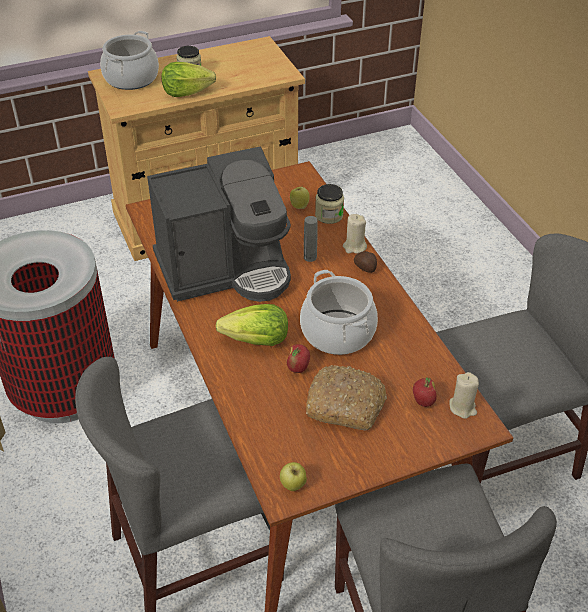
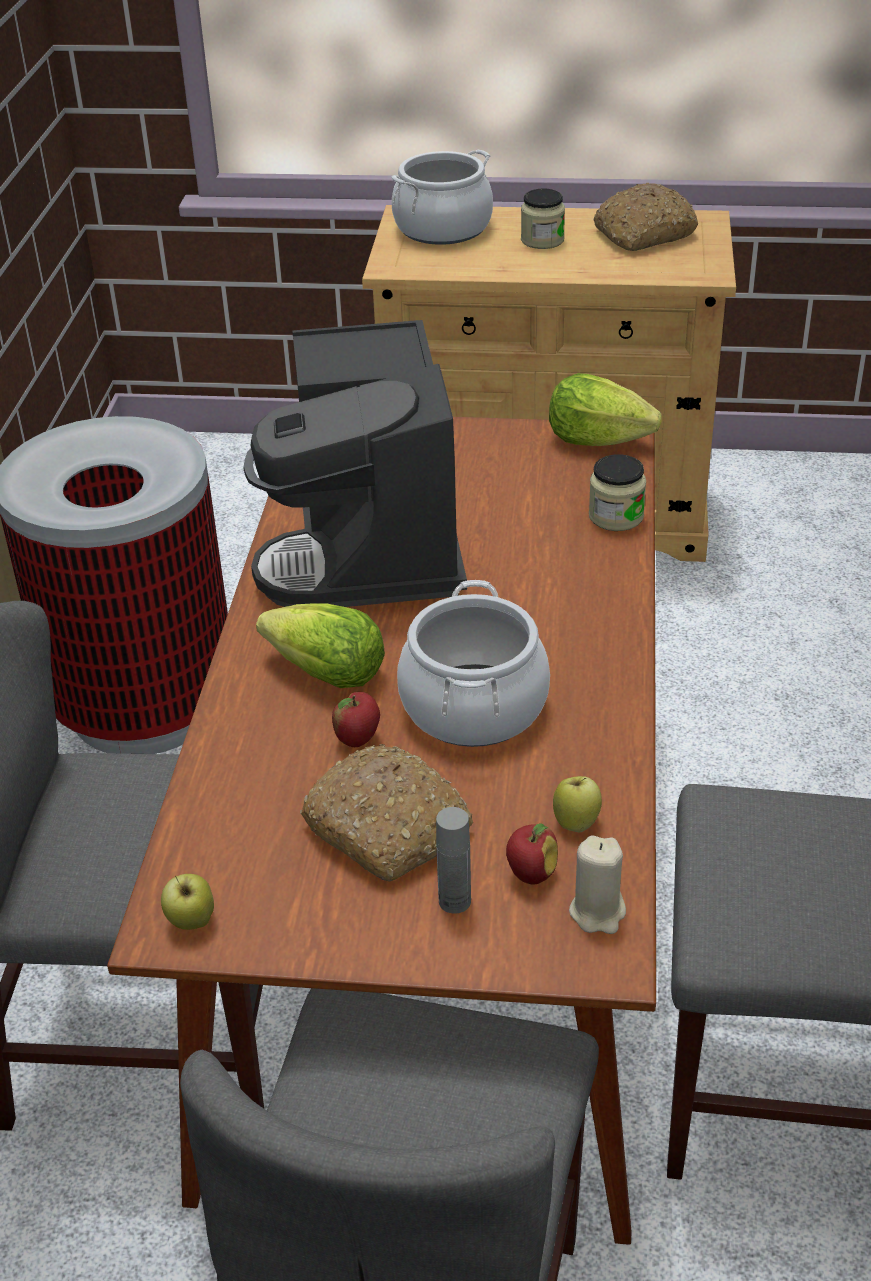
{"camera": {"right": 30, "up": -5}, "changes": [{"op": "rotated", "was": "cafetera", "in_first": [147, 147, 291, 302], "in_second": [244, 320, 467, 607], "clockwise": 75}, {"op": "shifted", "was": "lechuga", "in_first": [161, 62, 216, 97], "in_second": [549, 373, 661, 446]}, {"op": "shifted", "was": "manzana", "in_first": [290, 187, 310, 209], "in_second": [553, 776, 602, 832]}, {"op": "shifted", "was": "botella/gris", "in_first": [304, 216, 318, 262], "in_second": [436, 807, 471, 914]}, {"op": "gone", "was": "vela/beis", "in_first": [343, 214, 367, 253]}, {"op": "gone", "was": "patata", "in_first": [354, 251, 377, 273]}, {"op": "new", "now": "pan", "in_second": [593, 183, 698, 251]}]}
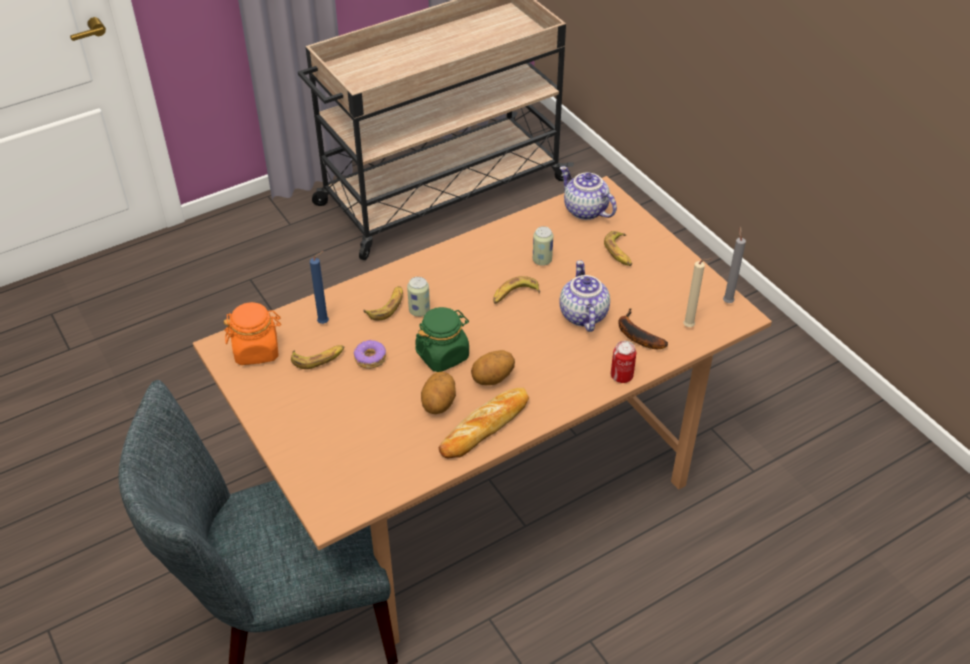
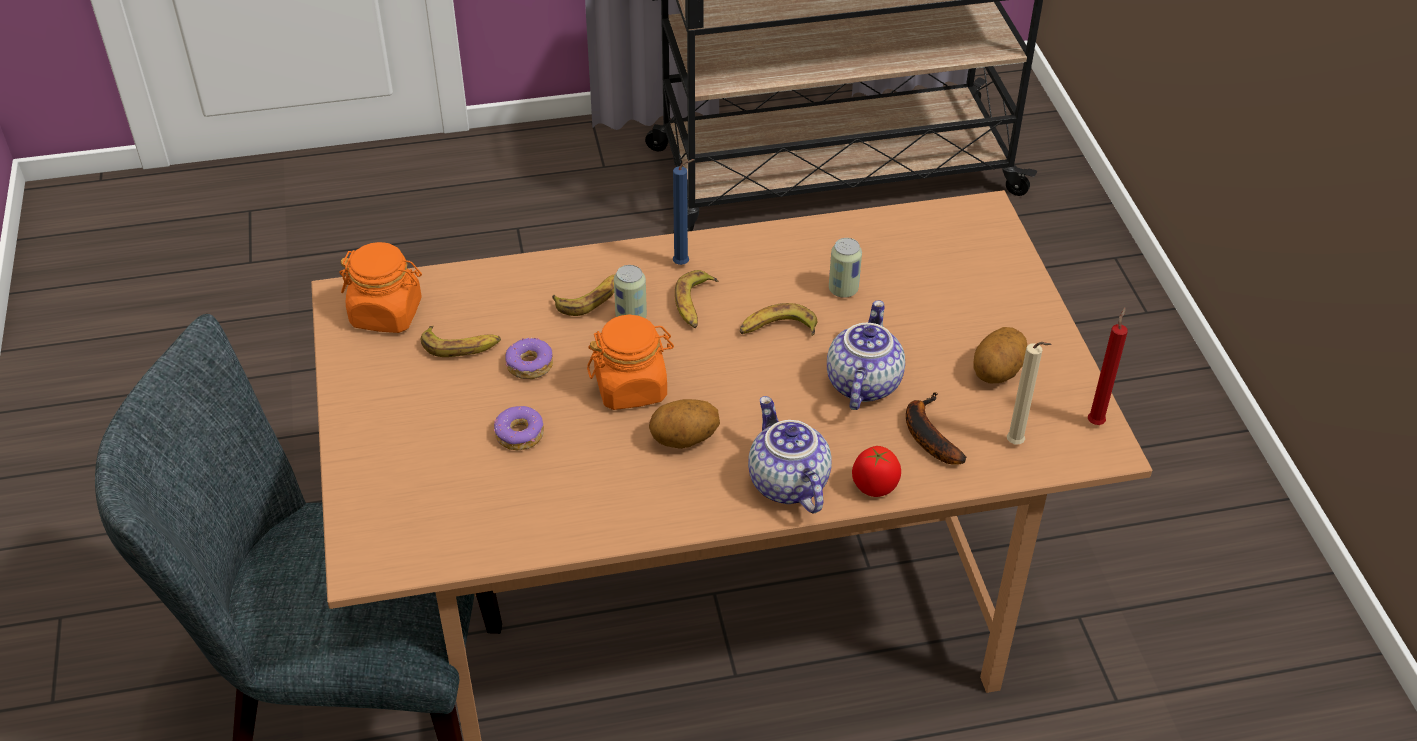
{"camera": {"right": 20, "up": 0}, "changes": [{"op": "shifted", "was": "vela/azul", "in_first": [310, 251, 329, 324], "in_second": [673, 159, 695, 265]}, {"op": "repainted", "was": "tarro/verde", "now": "tarro/naranja", "in_first": [415, 307, 469, 372], "in_second": [587, 315, 674, 410]}, {"op": "shifted", "was": "patata", "in_first": [421, 371, 456, 414], "in_second": [973, 327, 1027, 383]}, {"op": "gone", "was": "pan", "in_first": [439, 388, 529, 458]}, {"op": "shifted", "was": "tetera", "in_first": [560, 166, 617, 220], "in_second": [748, 396, 832, 514]}, {"op": "shifted", "was": "plátano", "in_first": [604, 231, 632, 266], "in_second": [675, 270, 718, 328]}, {"op": "swapped", "was": "lata", "now": "tomate", "in_first": [611, 341, 636, 383], "in_second": [852, 446, 901, 497]}, {"op": "repainted", "was": "vela/gris", "now": "vela/rojo", "in_first": [723, 227, 746, 303], "in_second": [1088, 307, 1128, 425]}, {"op": "new", "now": "rosquilla", "in_second": [494, 406, 544, 451]}]}
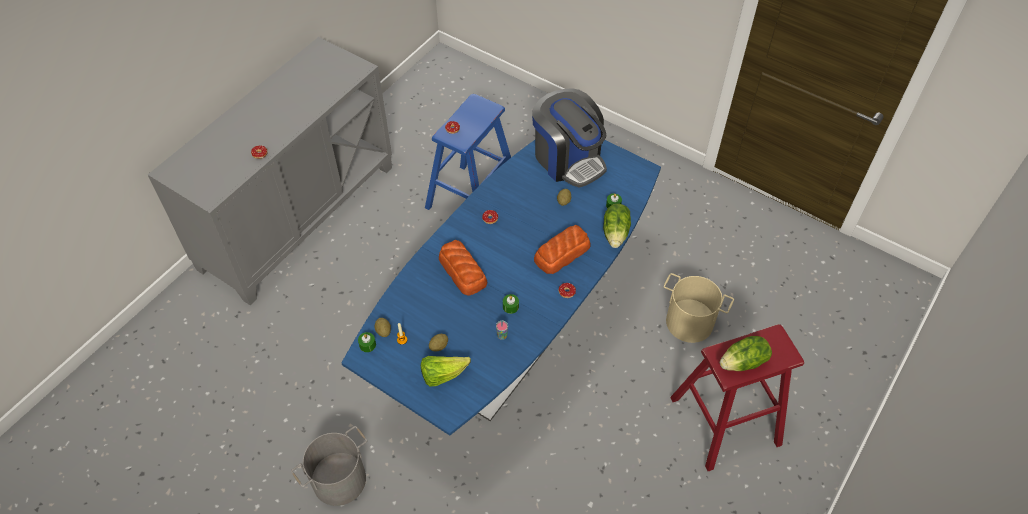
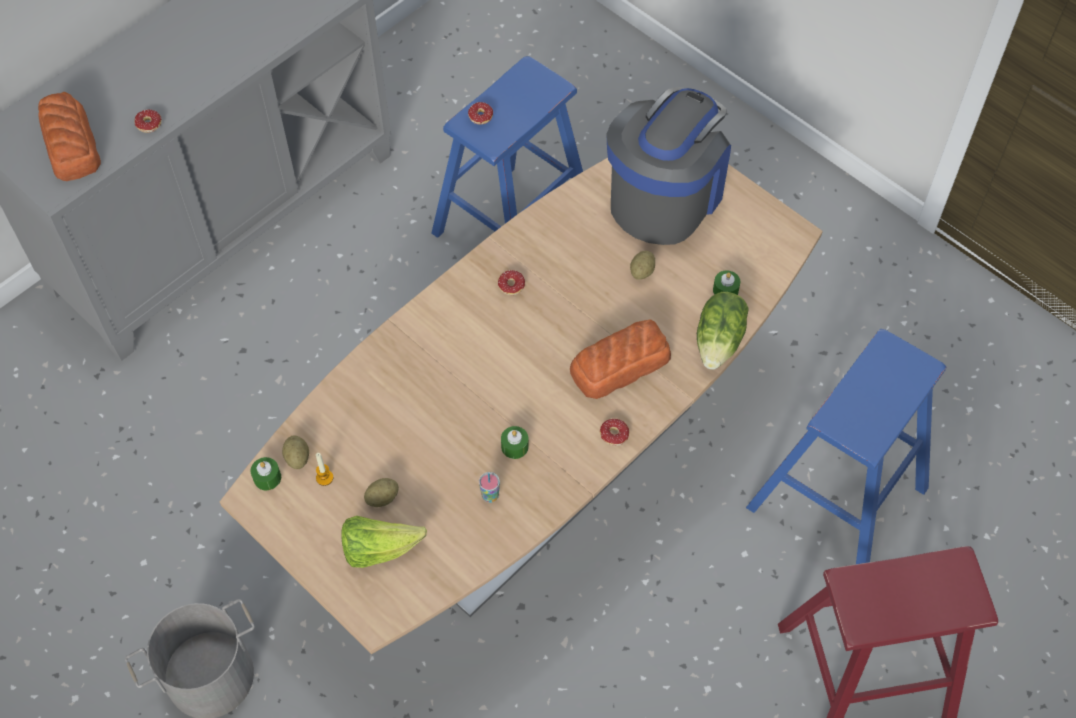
{"camera": {"right": 10, "up": 5}, "changes": [{"op": "repainted", "was": "mesa de comedor/azul", "now": "mesa de comedor/marrón", "in_first": [341, 140, 661, 435], "in_second": [220, 158, 823, 654]}, {"op": "shifted", "was": "pan", "in_first": [439, 240, 487, 296], "in_second": [38, 92, 101, 181]}, {"op": "rotated", "was": "cafetera", "in_first": [532, 88, 607, 188], "in_second": [606, 87, 731, 245], "clockwise": -120}, {"op": "swapped", "was": "cubo/beis", "now": "taburete/azul", "in_first": [664, 273, 734, 343], "in_second": [746, 329, 947, 564]}, {"op": "gone", "was": "lechuga", "in_first": [720, 336, 772, 371]}]}
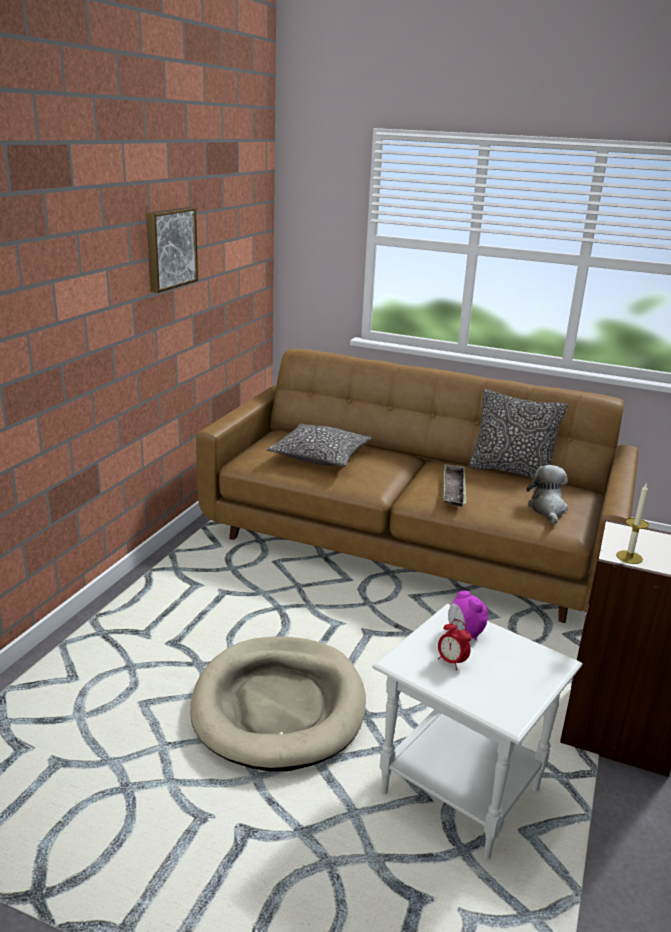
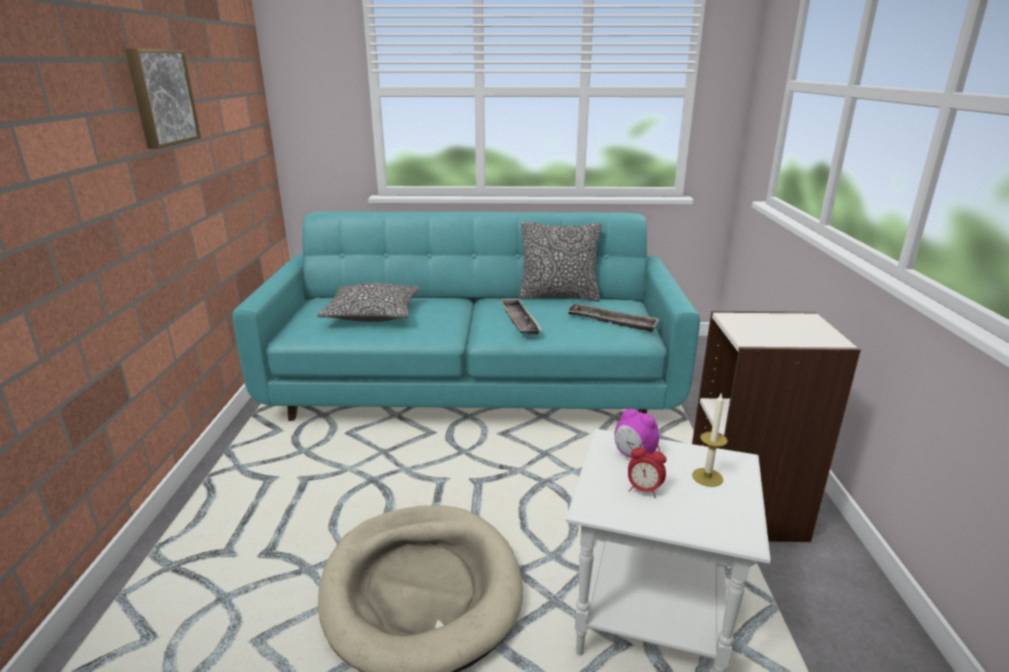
{"camera": {"right": -20, "up": 0}, "changes": [{"op": "repainted", "was": "sofá/marrón", "now": "sofá/turquesa", "in_first": [196, 348, 639, 623], "in_second": [232, 211, 700, 421]}, {"op": "swapped", "was": "peluche", "now": "bandeja", "in_first": [527, 465, 568, 524], "in_second": [566, 303, 660, 333]}, {"op": "shifted", "was": "vela", "in_first": [616, 484, 649, 564], "in_second": [692, 392, 728, 487]}]}
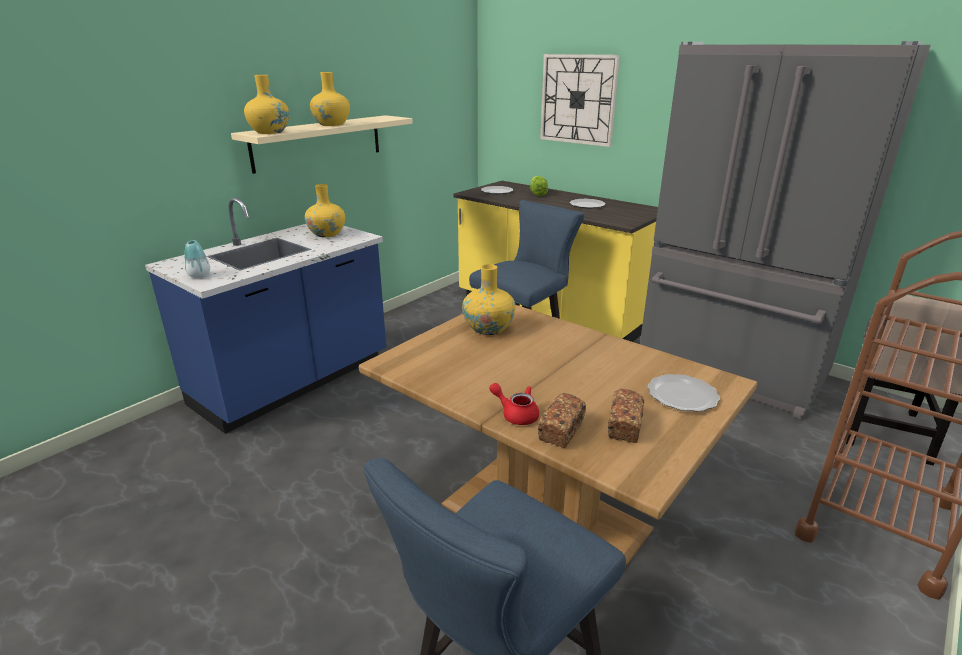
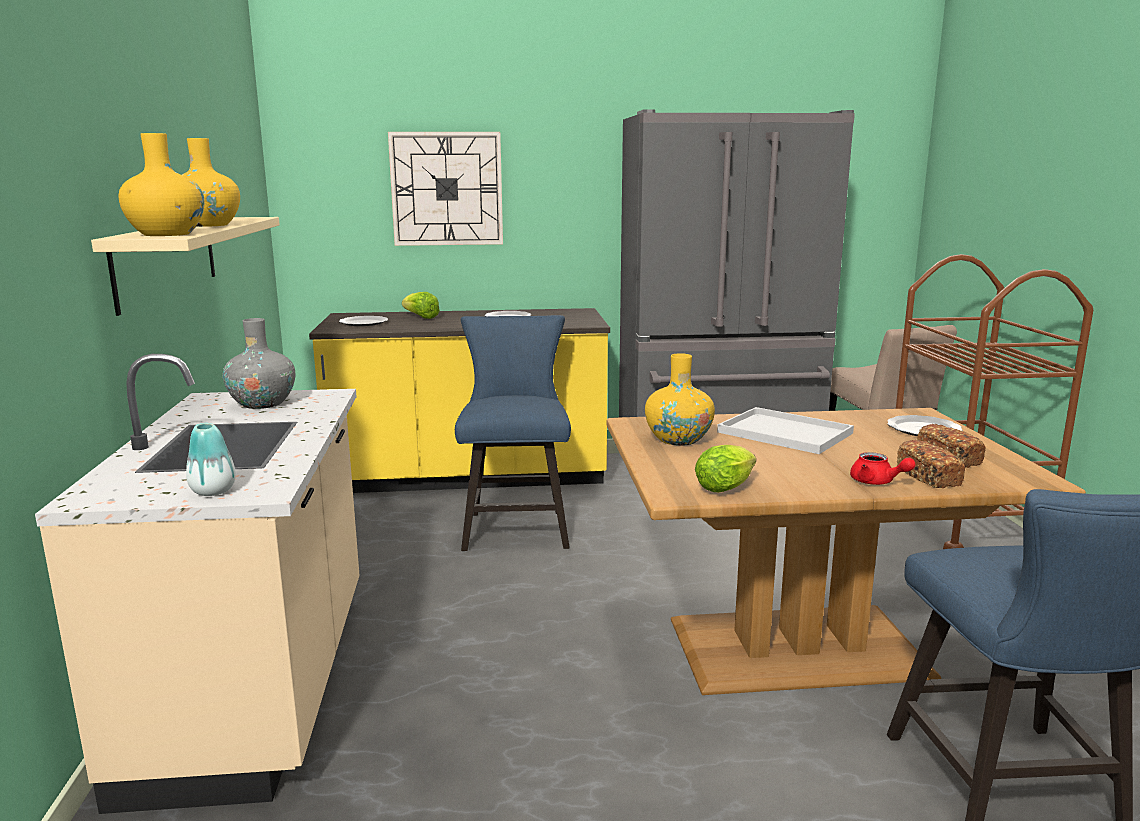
{"camera": {"right": -45, "up": -10}, "changes": [{"op": "repainted", "was": "mueble bajo de cocina/azul", "now": "mueble bajo de cocina/beis", "in_first": [145, 198, 386, 434], "in_second": [35, 354, 359, 814]}, {"op": "repainted", "was": "florero/amarillo", "now": "florero/gris", "in_first": [305, 184, 345, 237], "in_second": [223, 318, 295, 409]}, {"op": "rotated", "was": "tetera/rojo", "in_first": [489, 383, 539, 425], "in_second": [850, 452, 916, 485], "clockwise": -120}, {"op": "new", "now": "lechuga", "in_second": [695, 445, 756, 492]}, {"op": "new", "now": "bandeja/blanco", "in_second": [717, 407, 854, 454]}]}
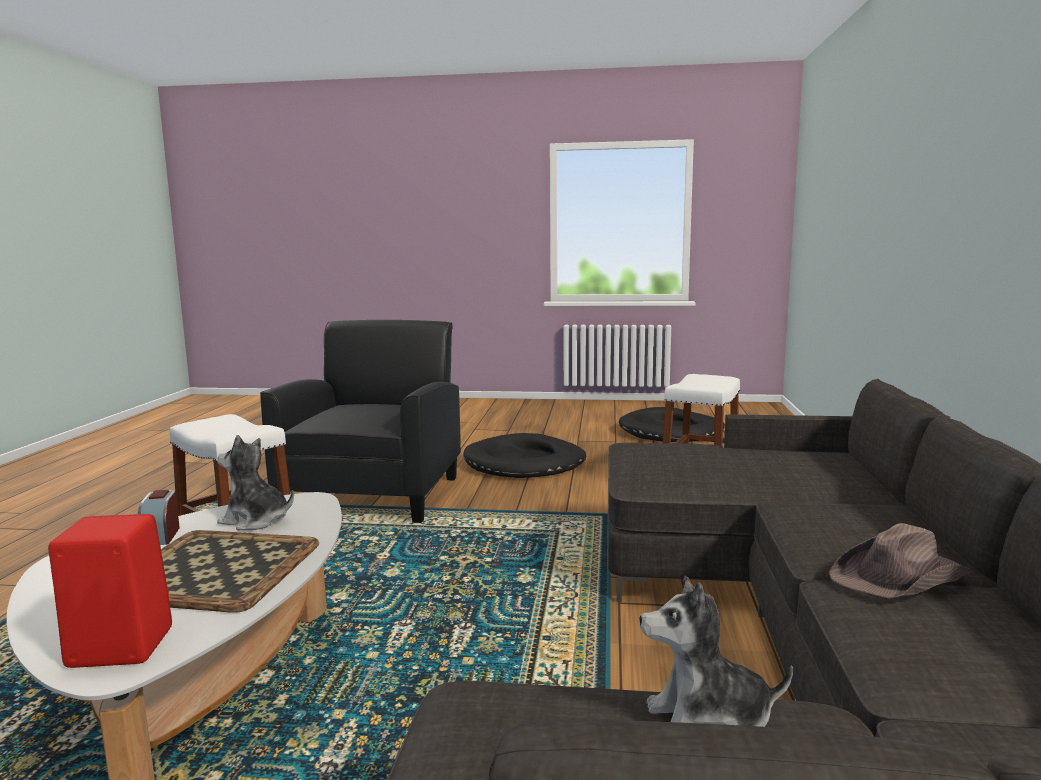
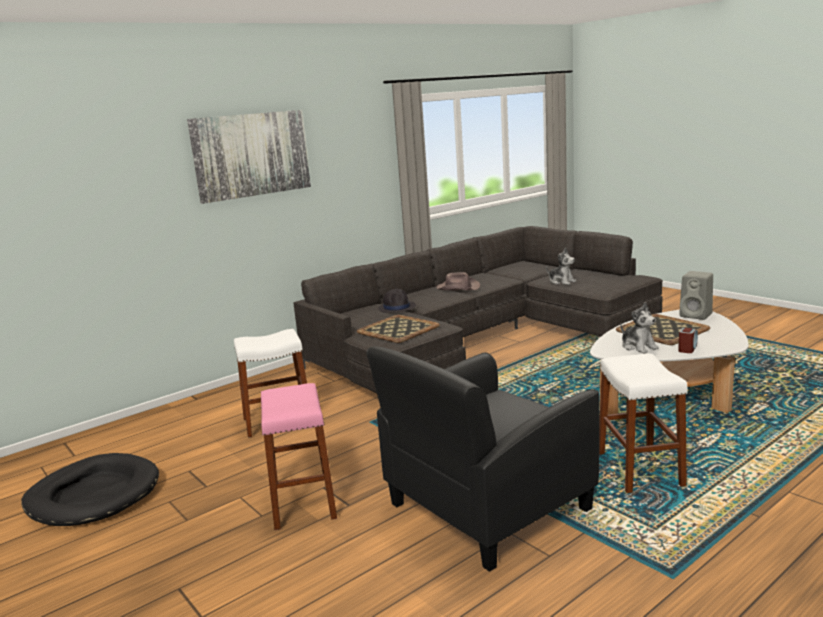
{"camera": {"right": -135, "up": 5}, "changes": [{"op": "repainted", "was": "altavoz/rojo", "now": "altavoz/gris", "in_first": [48, 514, 172, 668], "in_second": [679, 271, 713, 320]}, {"op": "swapped", "was": "cama para perro/negro", "now": "taburete/rosa", "in_first": [464, 433, 586, 478], "in_second": [261, 383, 337, 530]}, {"op": "new", "now": "cuadro", "in_second": [187, 110, 311, 204]}, {"op": "new", "now": "bandeja", "in_second": [357, 315, 440, 343]}, {"op": "new", "now": "sombrero/negro", "in_second": [378, 289, 416, 313]}]}
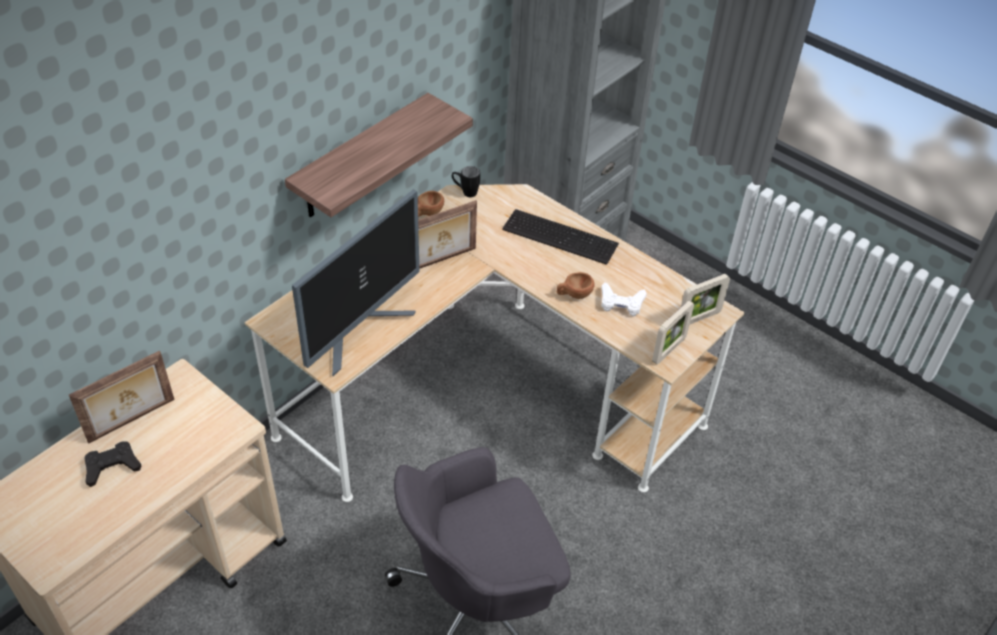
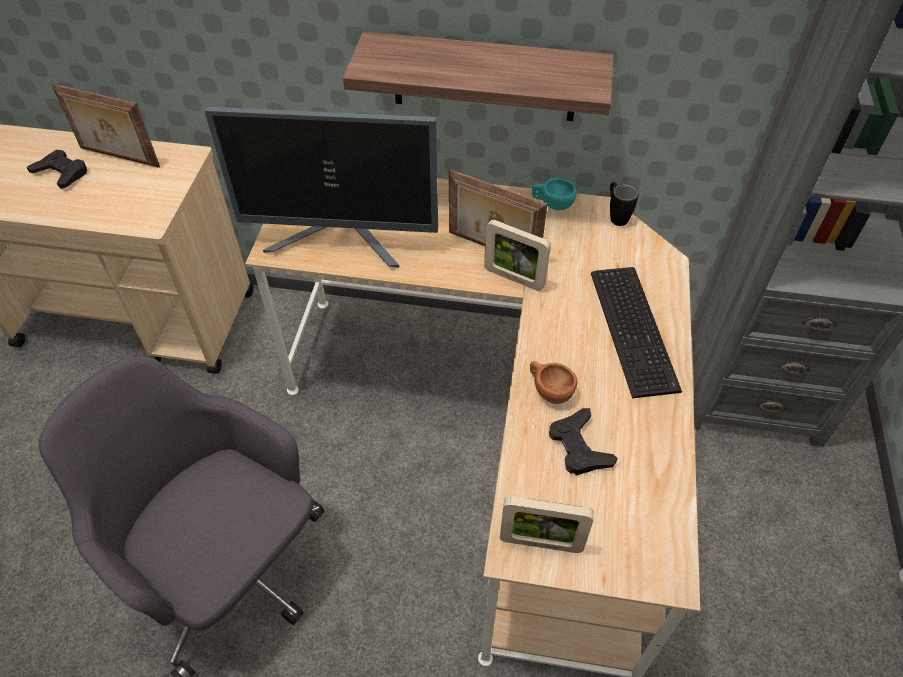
{"camera": {"right": 60, "up": 5}, "changes": [{"op": "repainted", "was": "taza/marrón", "now": "taza/turquesa", "in_first": [418, 191, 444, 217], "in_second": [532, 178, 577, 210]}, {"op": "repainted", "was": "mando de consola/blanco", "now": "mando de consola/negro", "in_first": [601, 282, 647, 316], "in_second": [549, 408, 618, 475]}, {"op": "shifted", "was": "portarretratos", "in_first": [681, 274, 730, 324], "in_second": [484, 220, 551, 291]}]}
